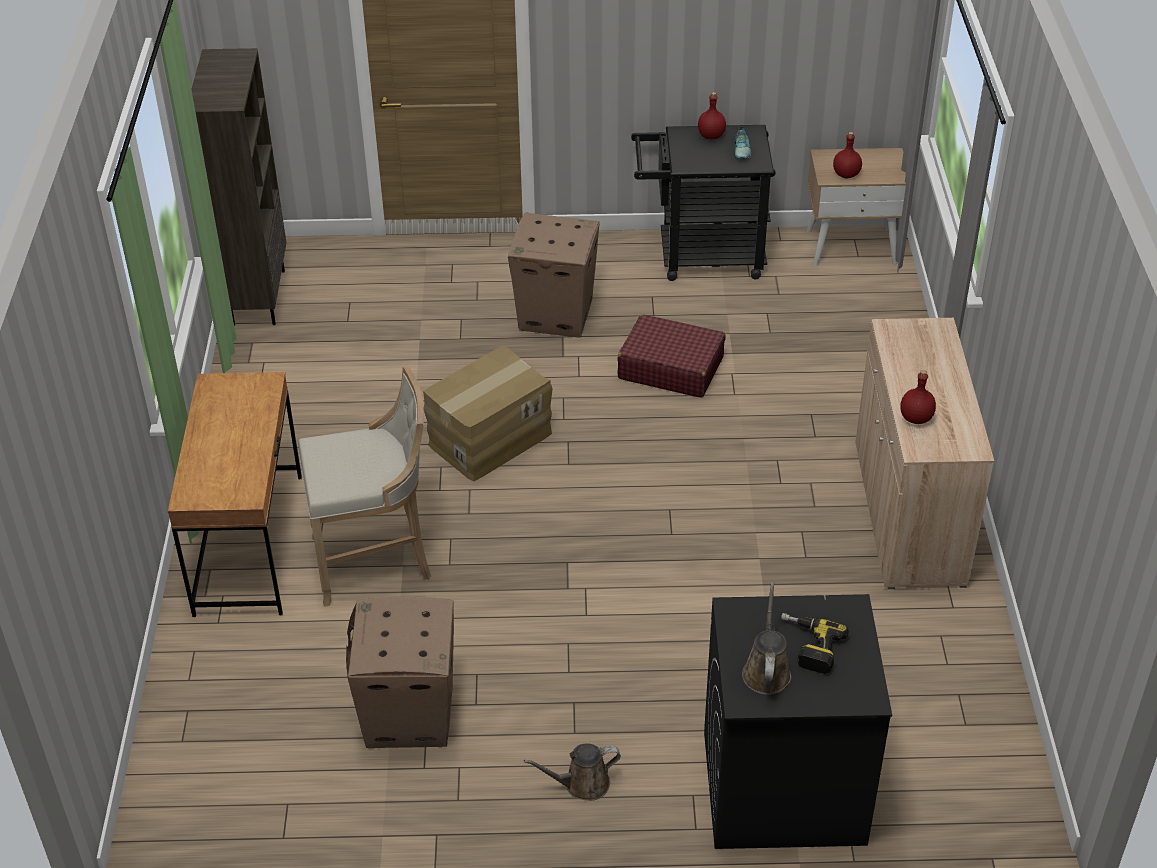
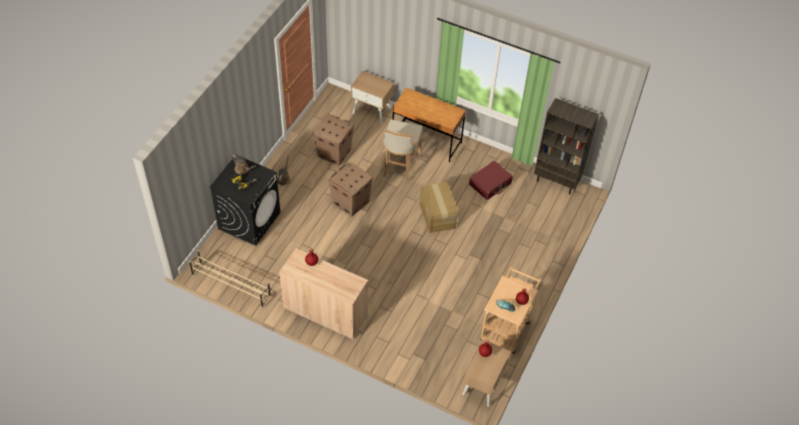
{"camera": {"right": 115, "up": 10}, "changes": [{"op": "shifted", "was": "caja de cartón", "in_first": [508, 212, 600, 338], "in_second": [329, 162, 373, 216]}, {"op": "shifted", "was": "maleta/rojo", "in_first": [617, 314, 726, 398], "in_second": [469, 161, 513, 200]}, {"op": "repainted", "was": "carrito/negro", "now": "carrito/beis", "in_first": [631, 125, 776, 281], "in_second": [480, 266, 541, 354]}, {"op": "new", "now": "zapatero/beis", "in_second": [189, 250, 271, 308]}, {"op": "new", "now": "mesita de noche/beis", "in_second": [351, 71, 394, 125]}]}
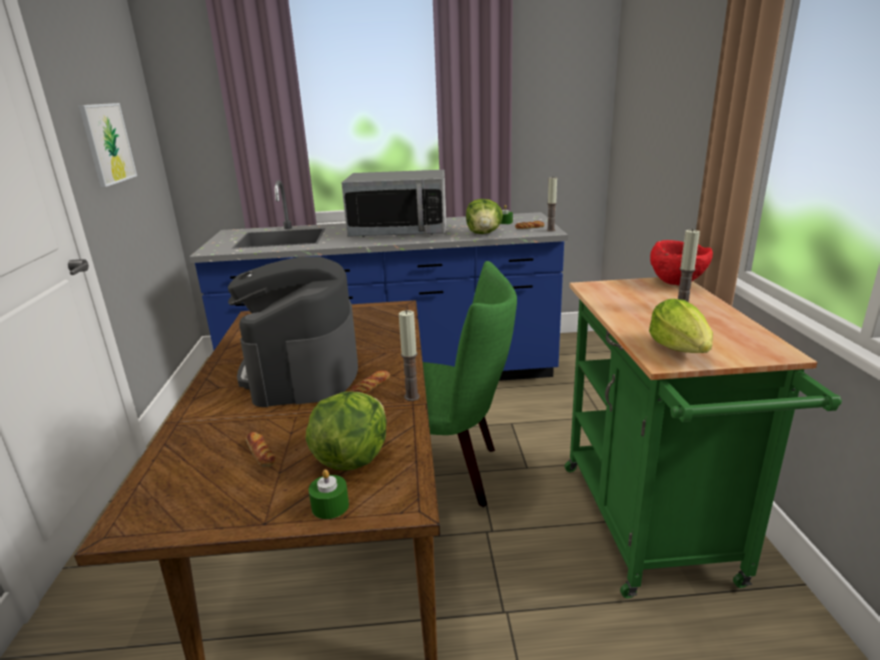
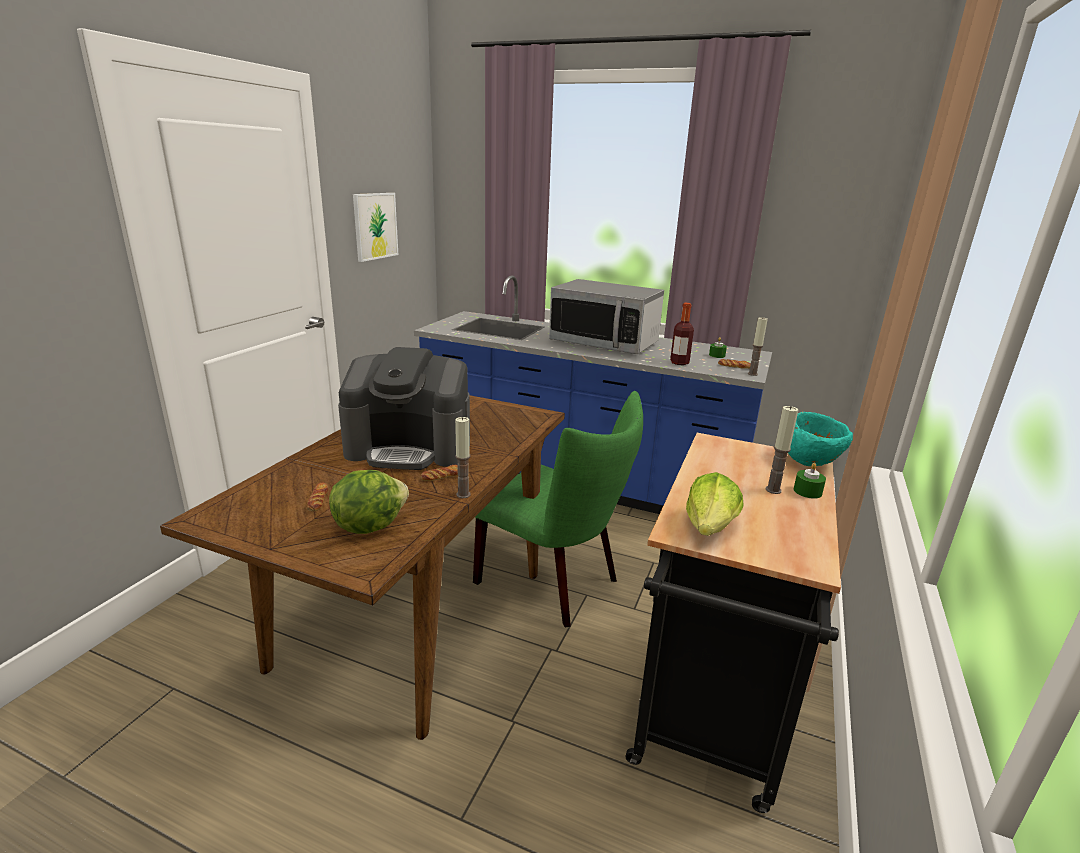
{"camera": {"right": 25, "up": 0}, "changes": [{"op": "rotated", "was": "cafetera", "in_first": [228, 256, 358, 407], "in_second": [338, 347, 470, 470], "clockwise": -105}, {"op": "shifted", "was": "vela/verde", "in_first": [309, 470, 349, 519], "in_second": [793, 463, 826, 499]}, {"op": "swapped", "was": "lechuga", "now": "botella", "in_first": [466, 199, 503, 234], "in_second": [670, 303, 694, 365]}, {"op": "repainted", "was": "carrito/verde", "now": "carrito/negro", "in_first": [565, 277, 842, 598], "in_second": [625, 433, 841, 813]}, {"op": "repainted", "was": "cuenco/rojo", "now": "cuenco/turquesa", "in_first": [650, 240, 713, 285], "in_second": [788, 412, 853, 466]}]}
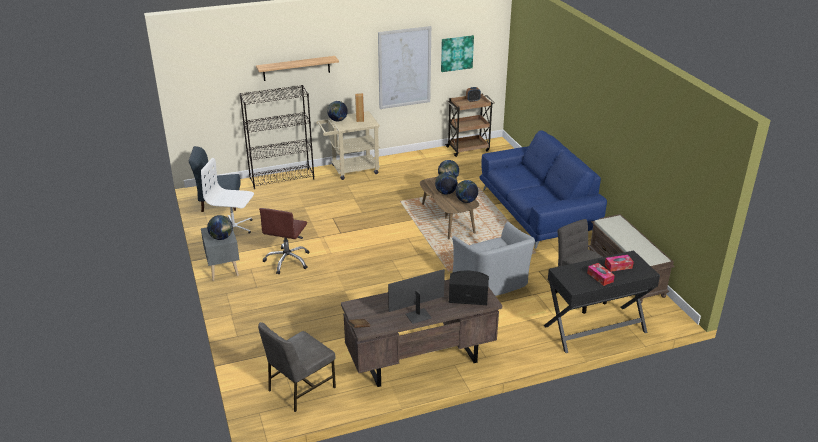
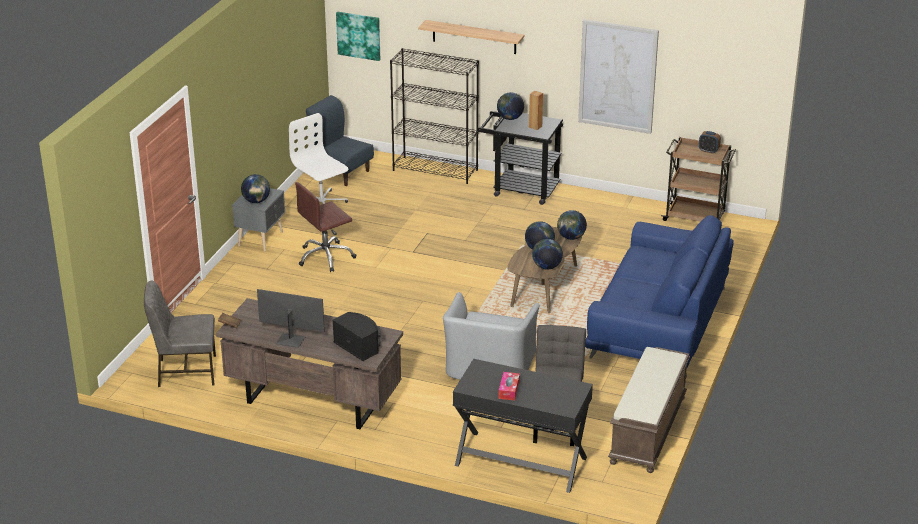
{"camera": {"right": 40, "up": 0}, "changes": [{"op": "repainted", "was": "carrito/beis", "now": "carrito/negro", "in_first": [316, 111, 380, 180], "in_second": [477, 111, 563, 205]}, {"op": "shifted", "was": "cuadro", "in_first": [441, 35, 474, 72], "in_second": [336, 12, 380, 61]}, {"op": "gone", "was": "caja de pañuelos", "in_first": [605, 255, 634, 272]}]}
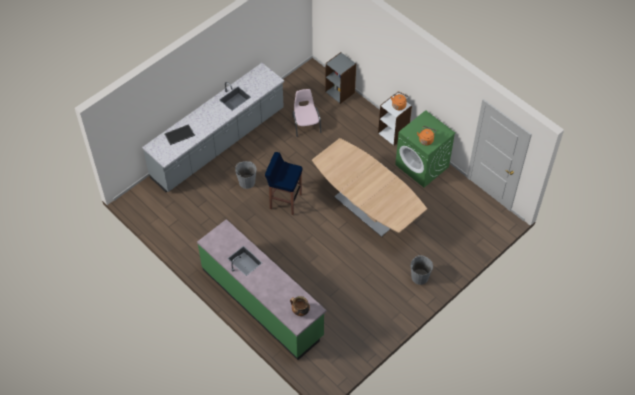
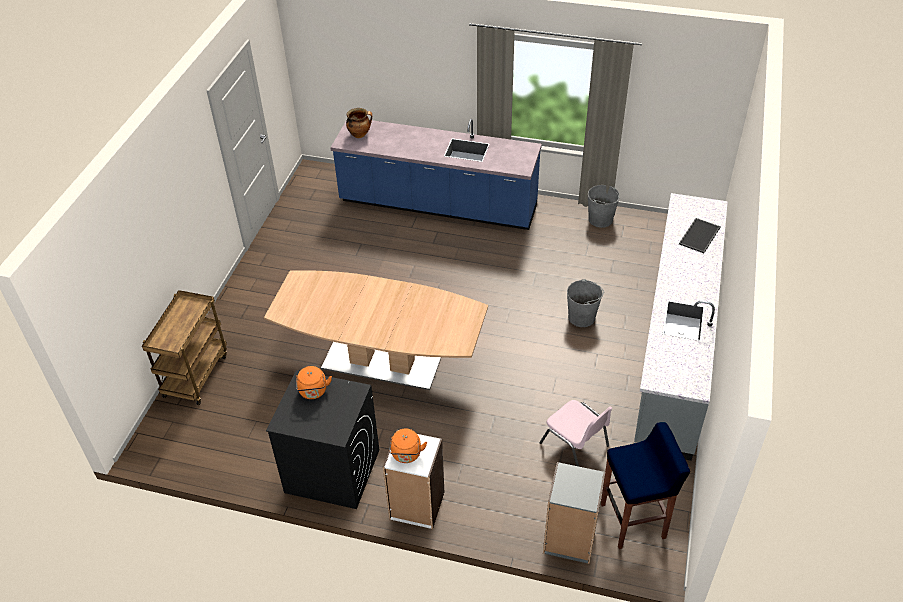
{"camera": {"right": 150, "up": -10}, "changes": [{"op": "repainted", "was": "mueble bajo de cocina/verde", "now": "mueble bajo de cocina/azul", "in_first": [197, 219, 326, 360], "in_second": [330, 119, 542, 230]}, {"op": "shifted", "was": "taburete/azul", "in_first": [265, 152, 302, 215], "in_second": [601, 422, 690, 549]}, {"op": "repainted", "was": "lavadora/verde", "now": "lavadora/negro", "in_first": [395, 110, 455, 188], "in_second": [266, 370, 379, 509]}, {"op": "shifted", "was": "cubo/gris", "in_first": [411, 255, 433, 285], "in_second": [588, 185, 620, 228]}, {"op": "new", "now": "carrito/marrón", "in_second": [142, 290, 227, 405]}]}
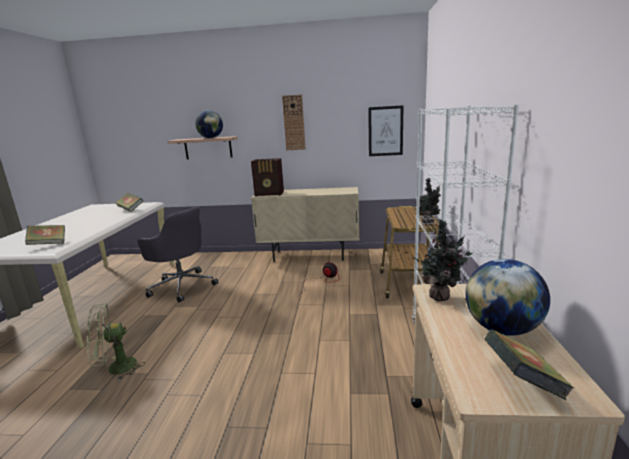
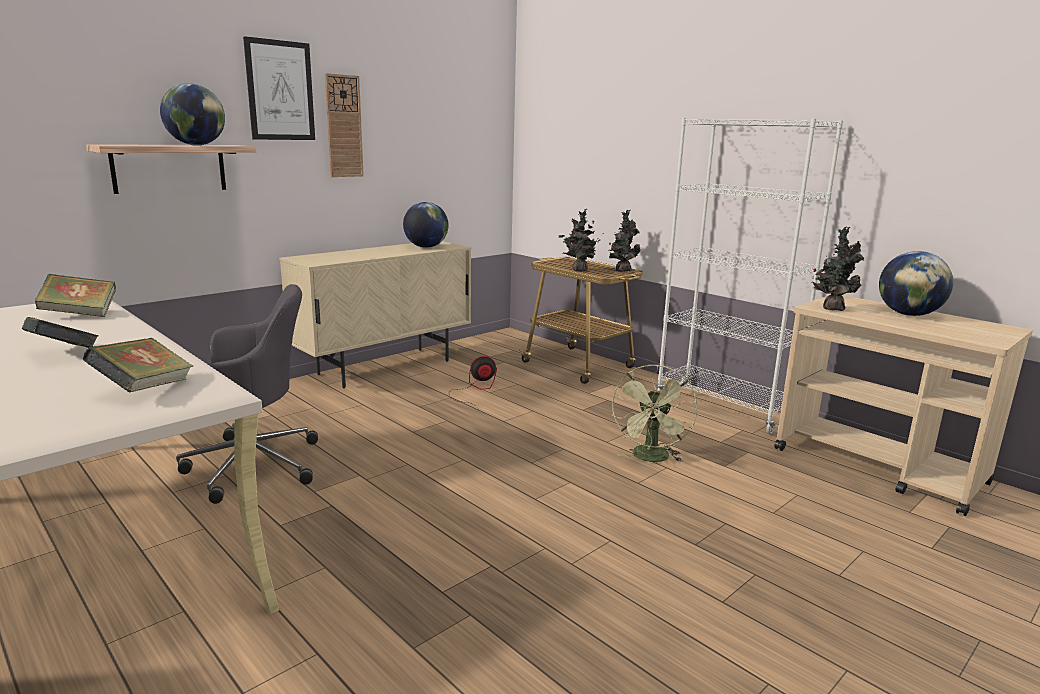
{"camera": {"right": -50, "up": 0}, "changes": [{"op": "shifted", "was": "ventilador/verde", "in_first": [87, 304, 145, 380], "in_second": [611, 364, 698, 462]}, {"op": "gone", "was": "radio", "in_first": [251, 158, 284, 196]}, {"op": "shifted", "was": "cuadro", "in_first": [368, 105, 403, 156], "in_second": [243, 36, 315, 140]}, {"op": "shifted", "was": "libro", "in_first": [484, 329, 574, 400], "in_second": [22, 317, 98, 348]}, {"op": "new", "now": "globo terráqueo", "in_second": [403, 202, 449, 248]}, {"op": "new", "now": "planta en maceta", "in_second": [559, 208, 601, 272]}]}
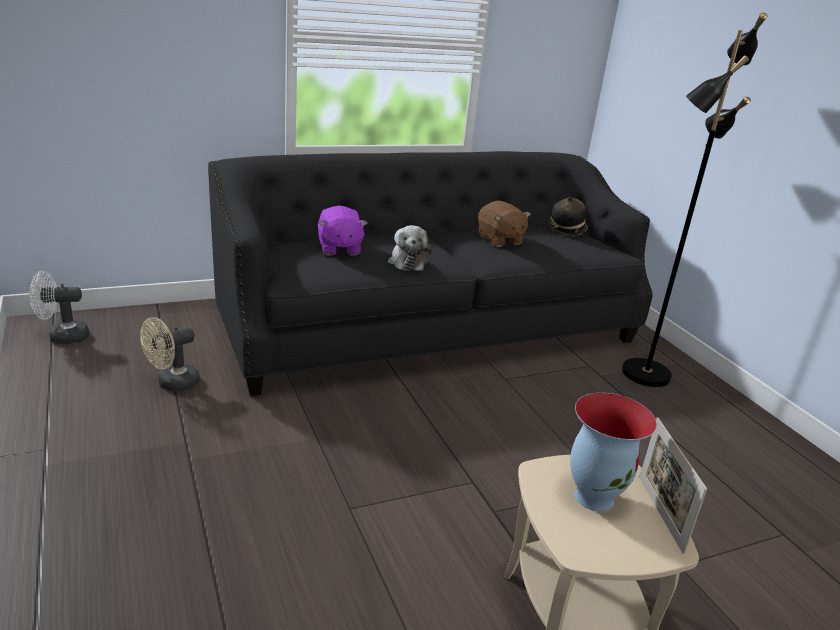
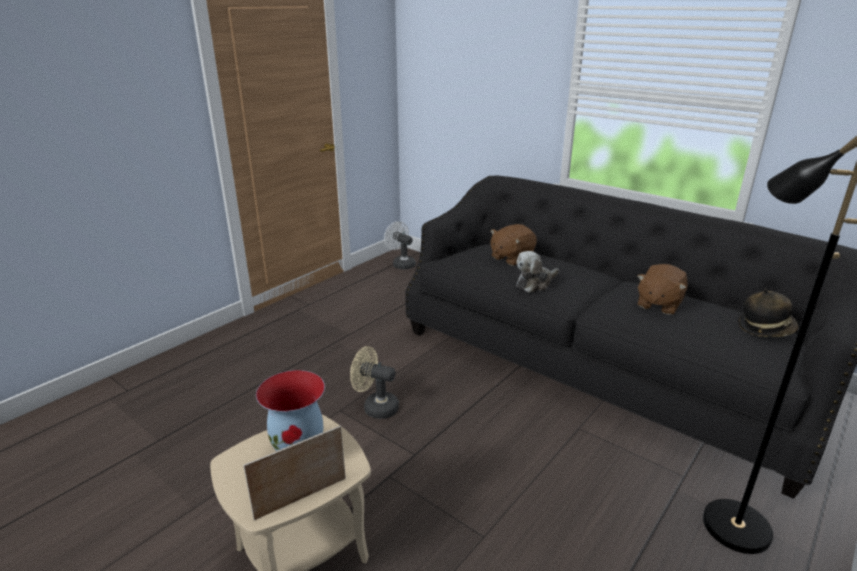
{"camera": {"right": 65, "up": 0}, "changes": [{"op": "shifted", "was": "ventilador/beis", "in_first": [140, 317, 200, 391], "in_second": [350, 346, 399, 419]}, {"op": "repainted", "was": "peluche/morado", "now": "peluche/marrón", "in_first": [318, 206, 367, 255], "in_second": [490, 224, 537, 266]}]}
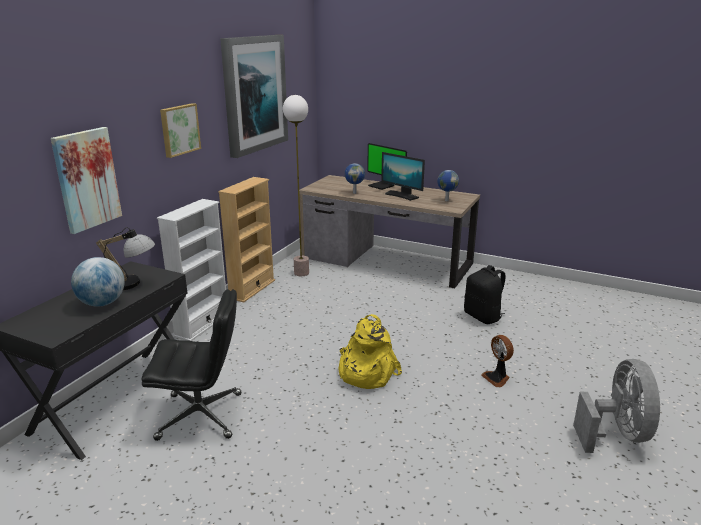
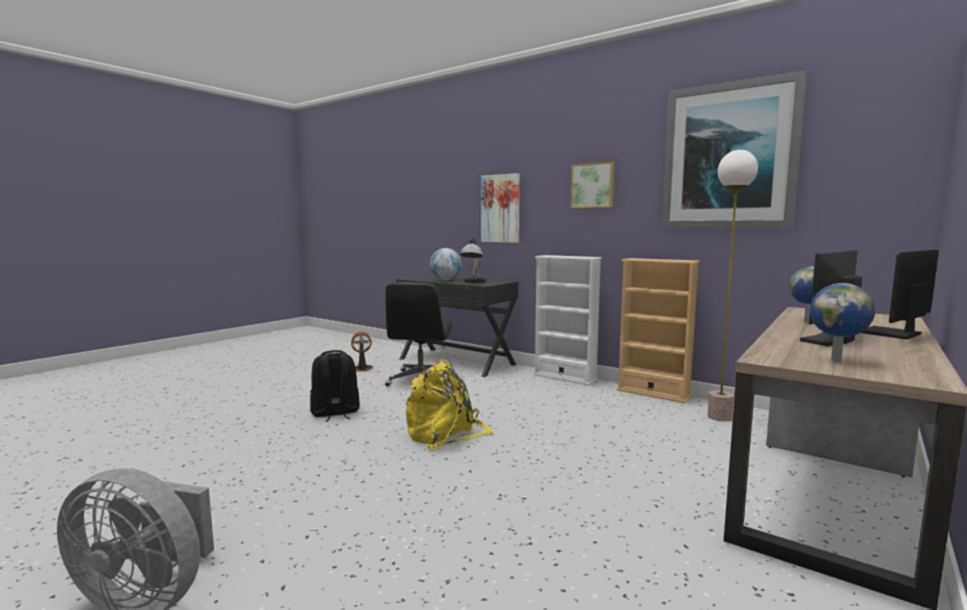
{"camera": {"right": 100, "up": -15}, "changes": [{"op": "shifted", "was": "mochila/negro", "in_first": [464, 265, 506, 324], "in_second": [310, 350, 360, 422]}, {"op": "shifted", "was": "ventilador", "in_first": [481, 335, 514, 387], "in_second": [351, 331, 373, 372]}]}
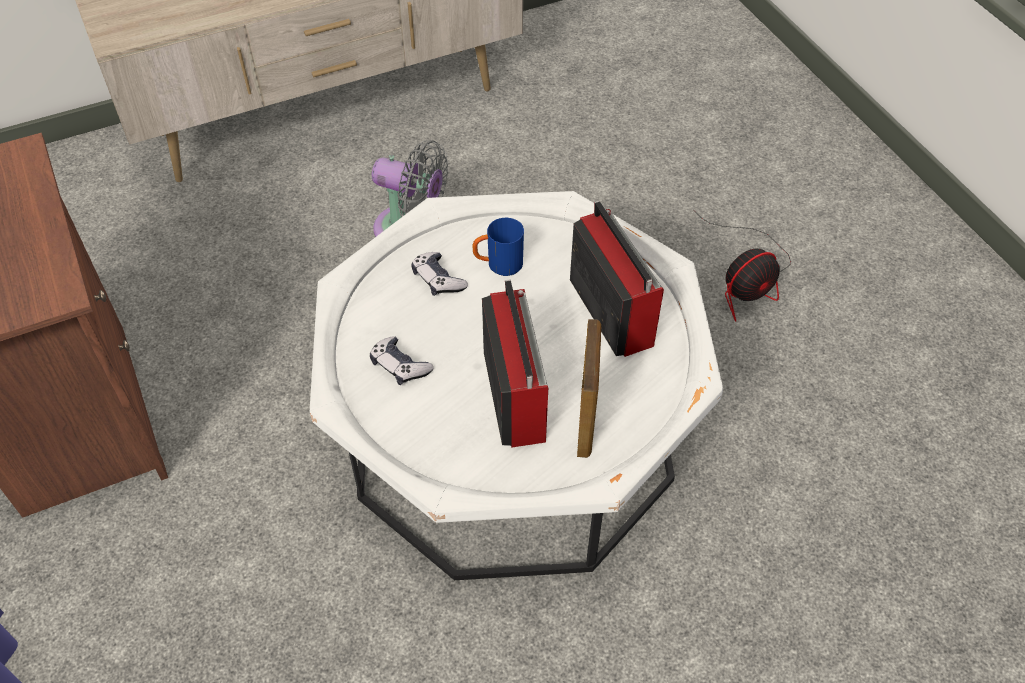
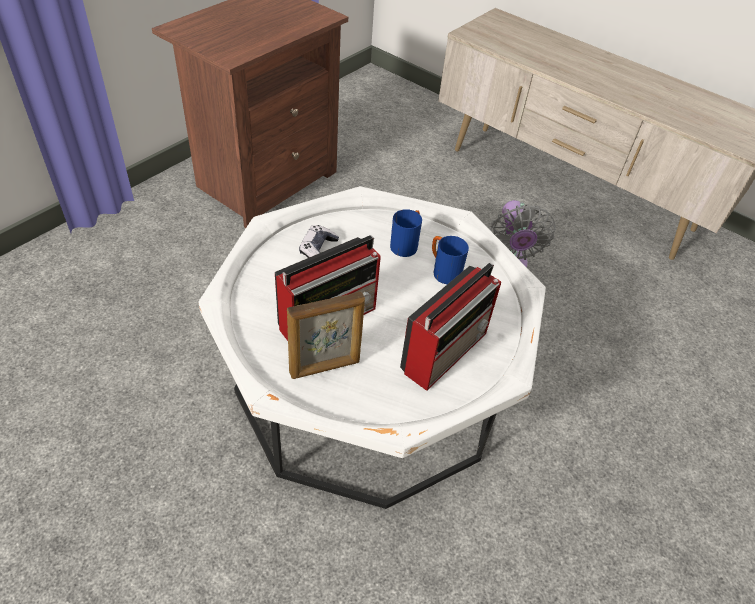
{"camera": {"right": 60, "up": -5}, "changes": [{"op": "swapped", "was": "mando de consola", "now": "taza grande/azul", "in_first": [411, 252, 468, 296], "in_second": [390, 209, 422, 257]}, {"op": "gone", "was": "ventilador", "in_first": [702, 218, 791, 322]}]}
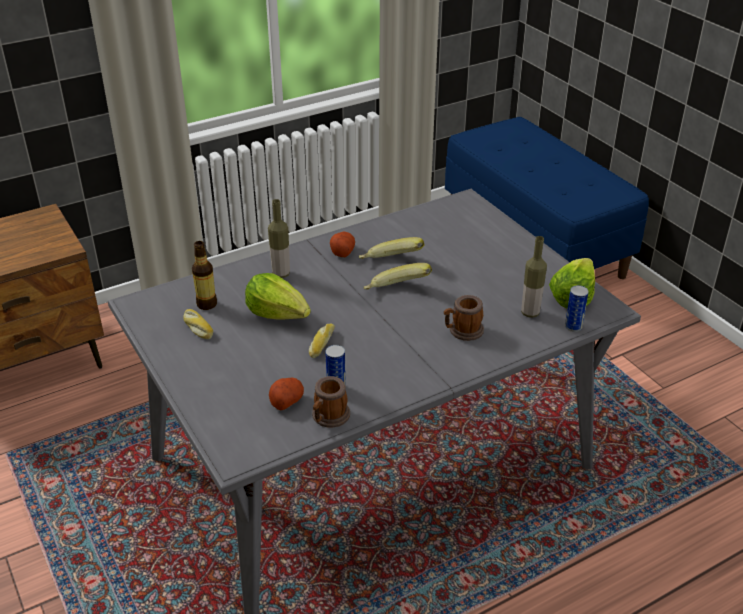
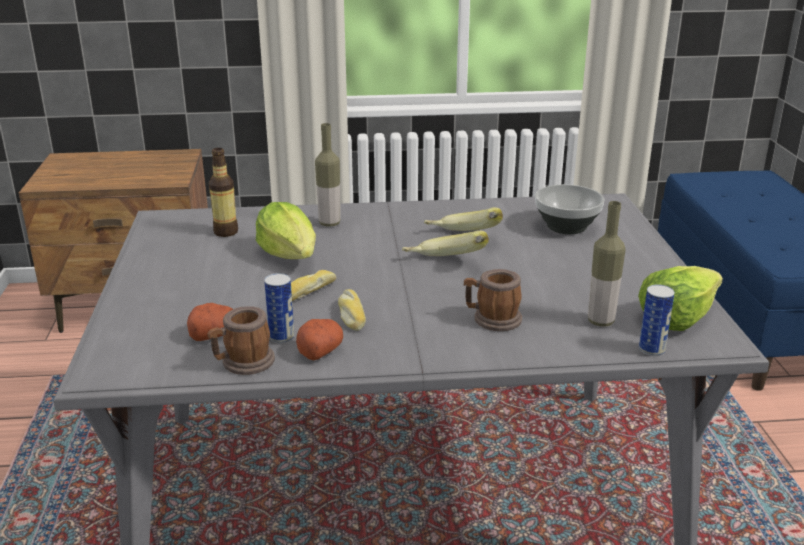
{"camera": {"right": 25, "up": -10}, "changes": [{"op": "shifted", "was": "pan", "in_first": [183, 309, 213, 339], "in_second": [338, 289, 366, 331]}, {"op": "shifted", "was": "patata", "in_first": [330, 232, 355, 257], "in_second": [296, 319, 343, 361]}, {"op": "new", "now": "cuenco", "in_second": [535, 184, 604, 234]}]}
